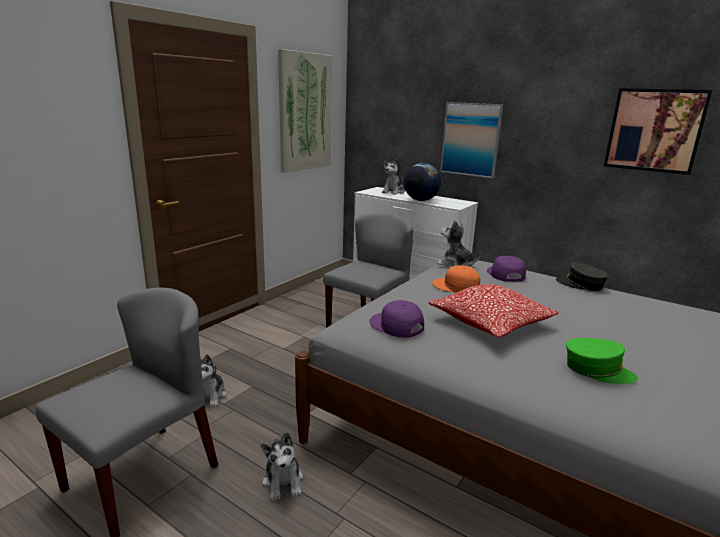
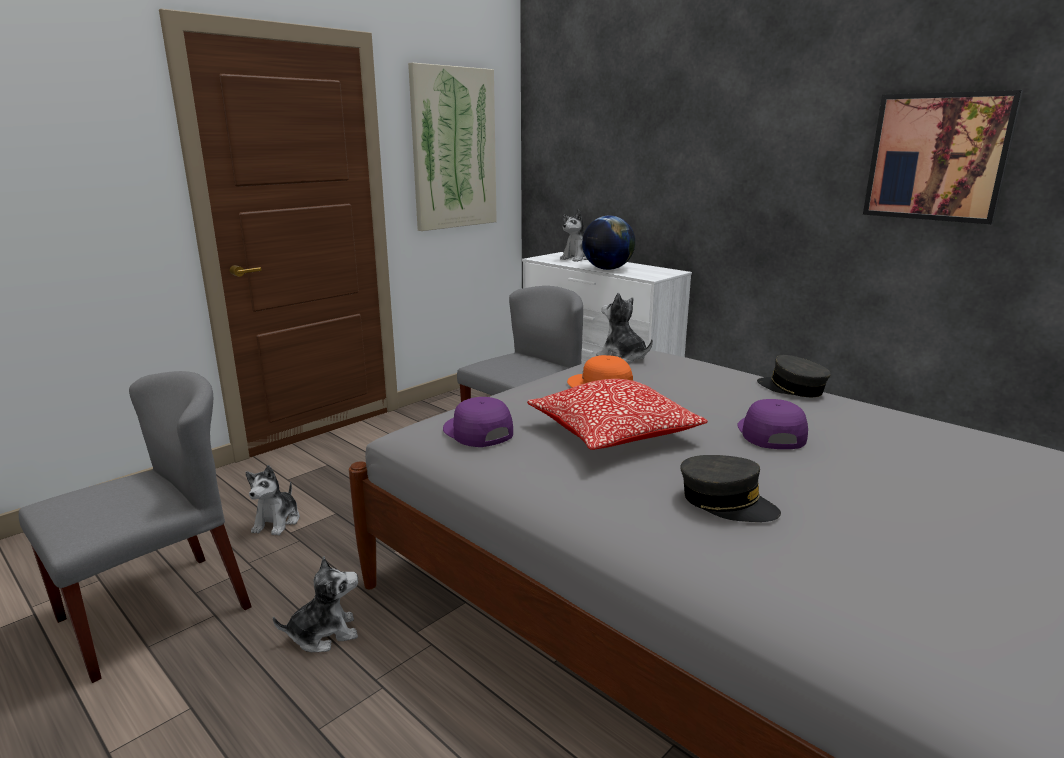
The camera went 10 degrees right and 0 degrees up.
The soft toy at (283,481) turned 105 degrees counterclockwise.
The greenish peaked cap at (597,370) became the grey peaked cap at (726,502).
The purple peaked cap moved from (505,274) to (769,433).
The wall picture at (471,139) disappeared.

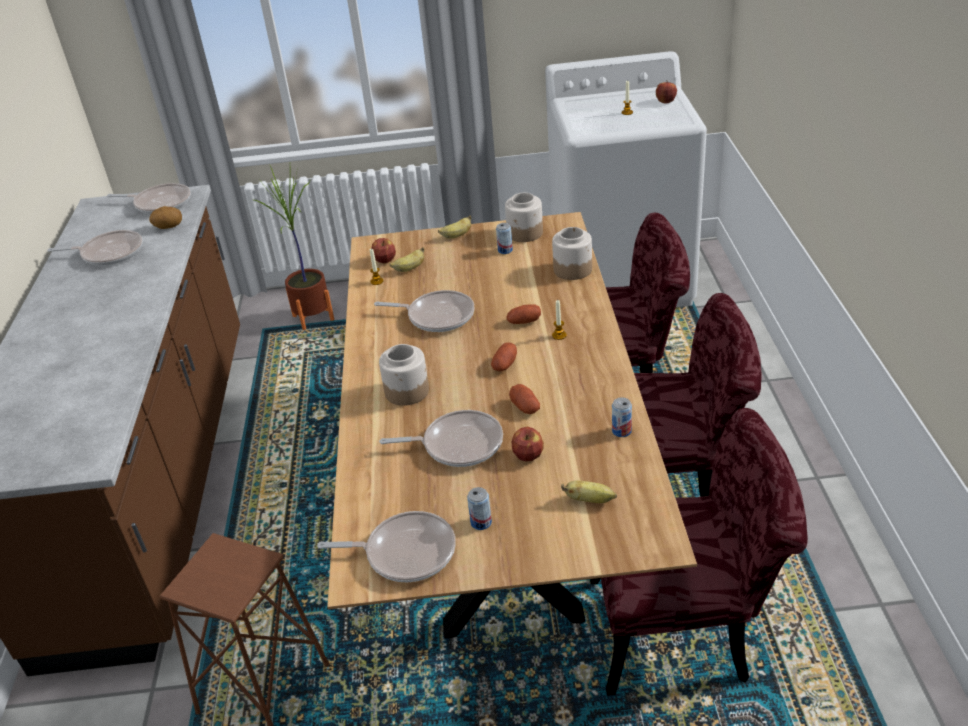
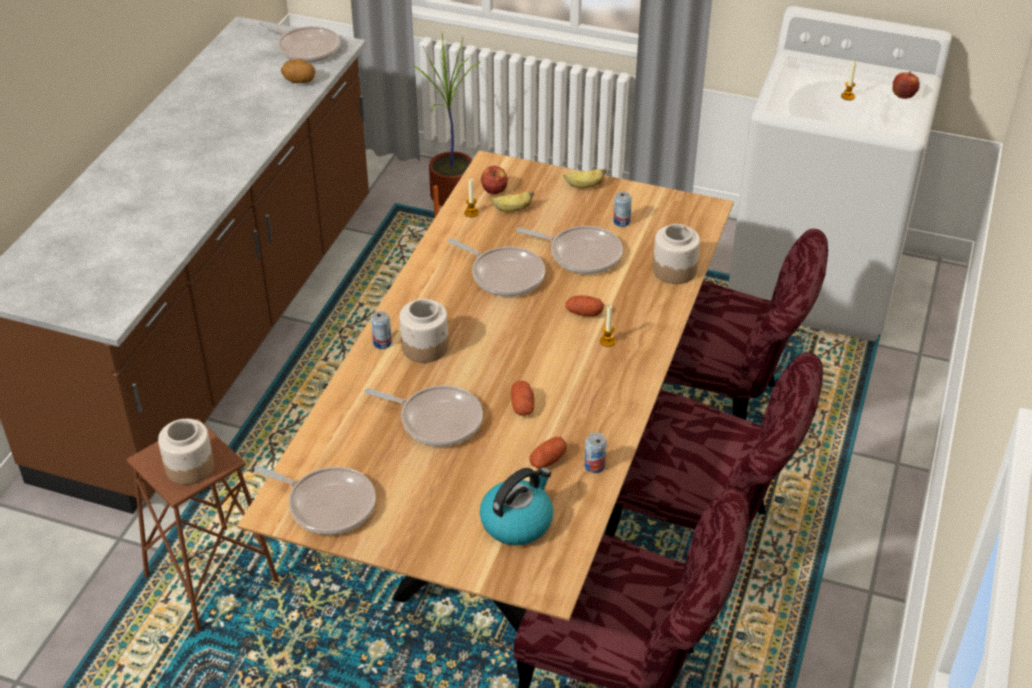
The camera went 20 degrees right and 5 degrees up.
The jar moved from (525,233) to (189,468).
The sealed can moved from (481,522) to (382,343).
The whole banana at (590,500) was replaced by the kettle at (517,521).
The skillet moved from (109,253) to (581,254).
The spud moved from (505,365) to (547,460).
The apple at (528,455) disappeared.

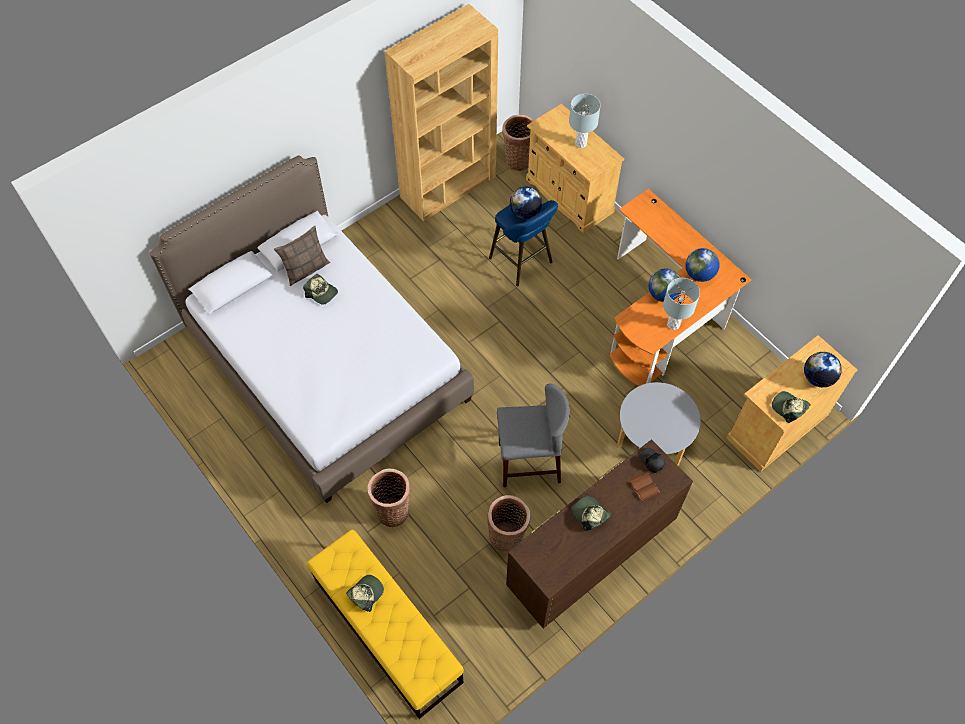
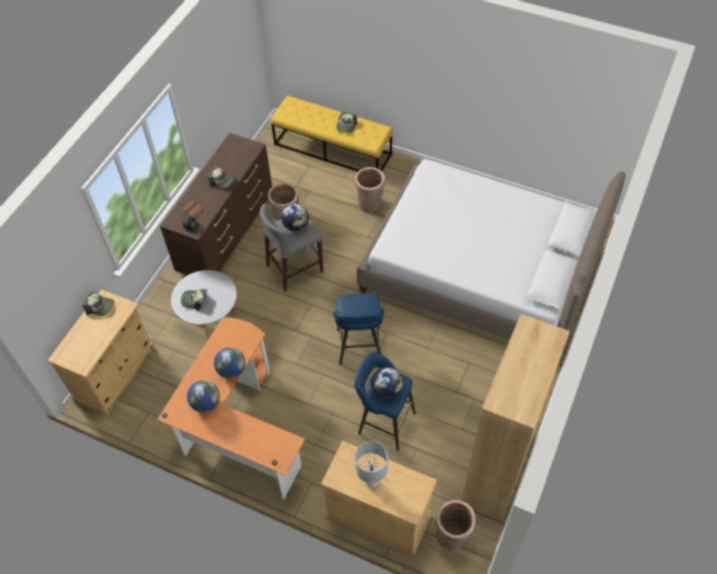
The camera went 155 degrees right and 5 degrees down.
The peaked cap moved from (321,292) to (195,300).
The globe moved from (817,378) to (296,226).
The blue-coloured sitting stool at (359,348) appeared.
The pillow at (306,269) disappeared.
The grey tabletop lamp at (673,324) disappeared.

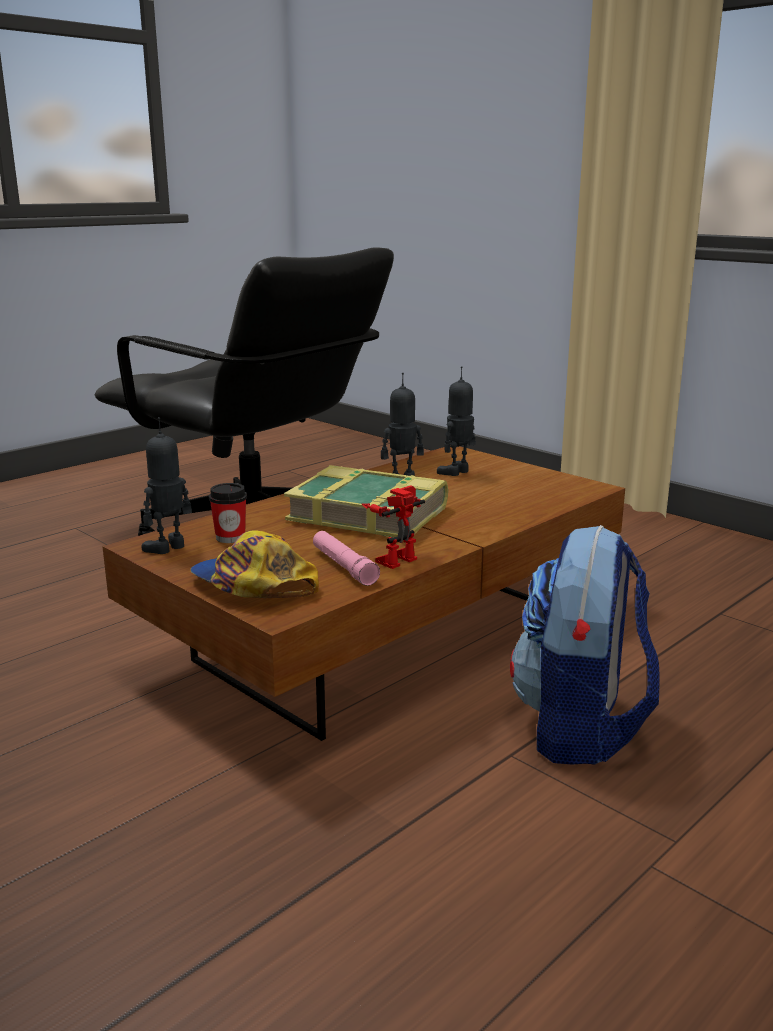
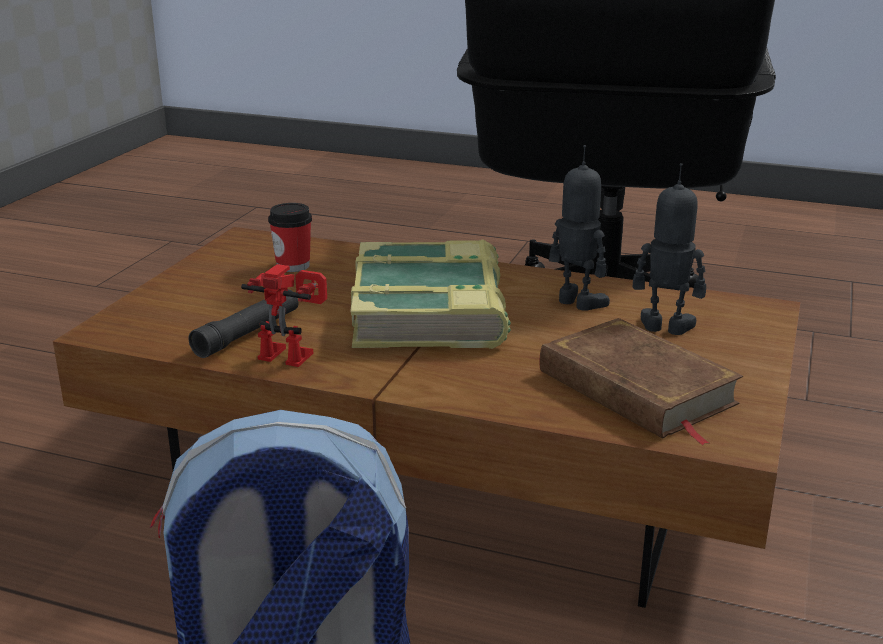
The camera went 65 degrees right and 5 degrees up.
The pink torch at (344,566) became the black torch at (248,333).
The brown bound book at (636,388) appeared.
The robot figure at (169,548) disappeared.
The peaked cap at (252,585) disappeared.

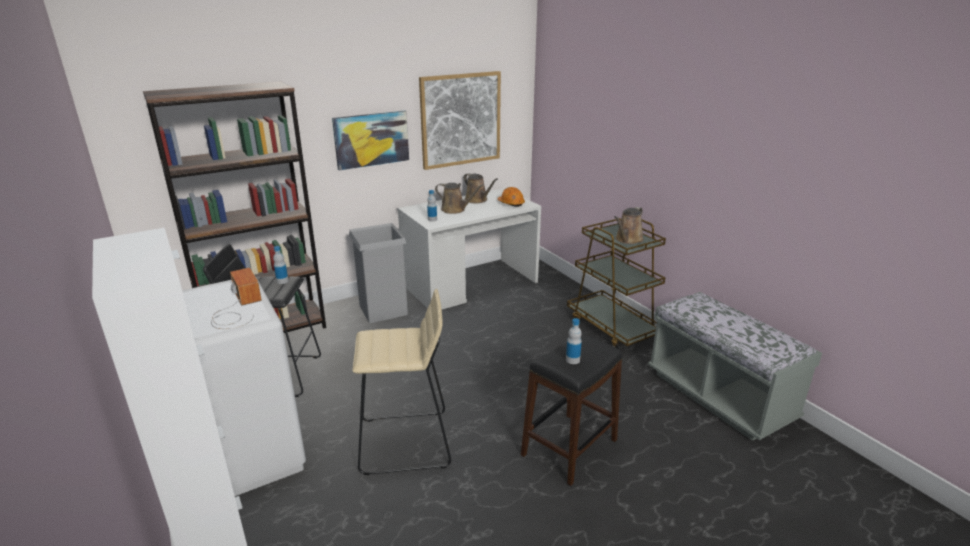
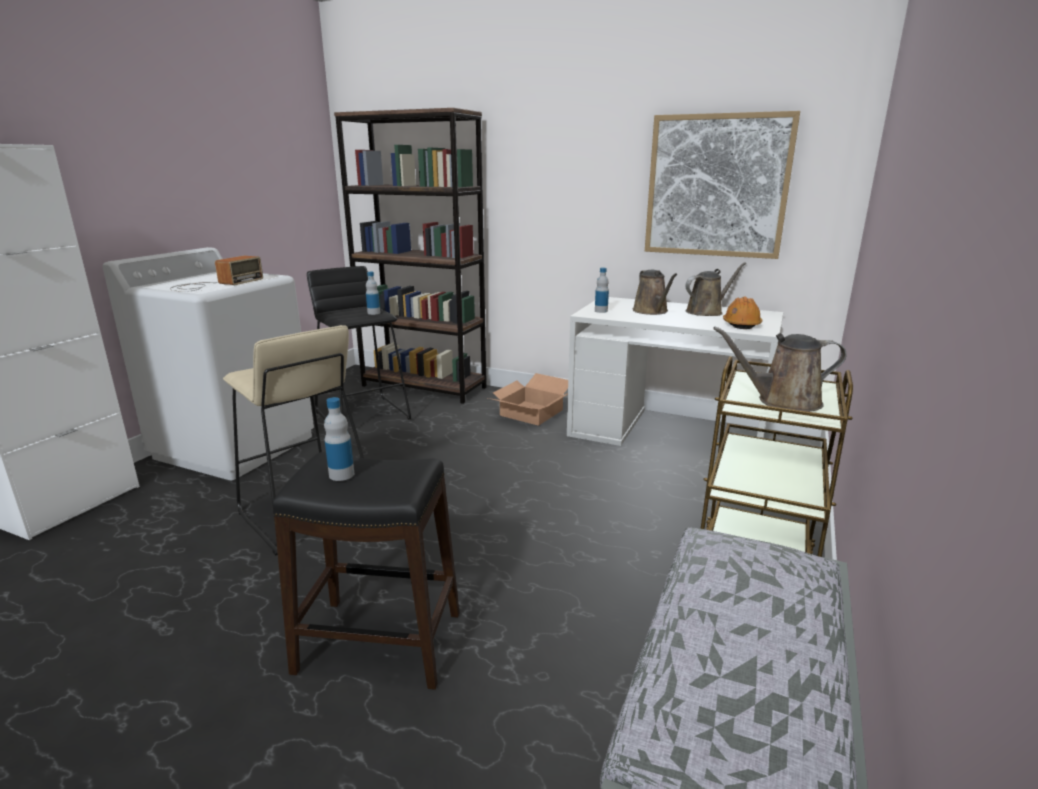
The camera went 55 degrees right and 5 degrees down.
The grey waste bin at (383,310) was replaced by the cardboard box at (532,413).
The brown watering can at (477,200) turned 135 degrees counterclockwise.
The wall picture at (371,139) disappeared.

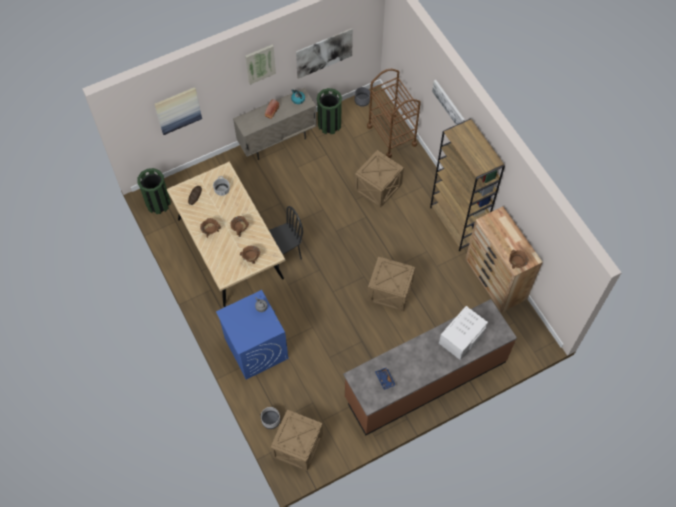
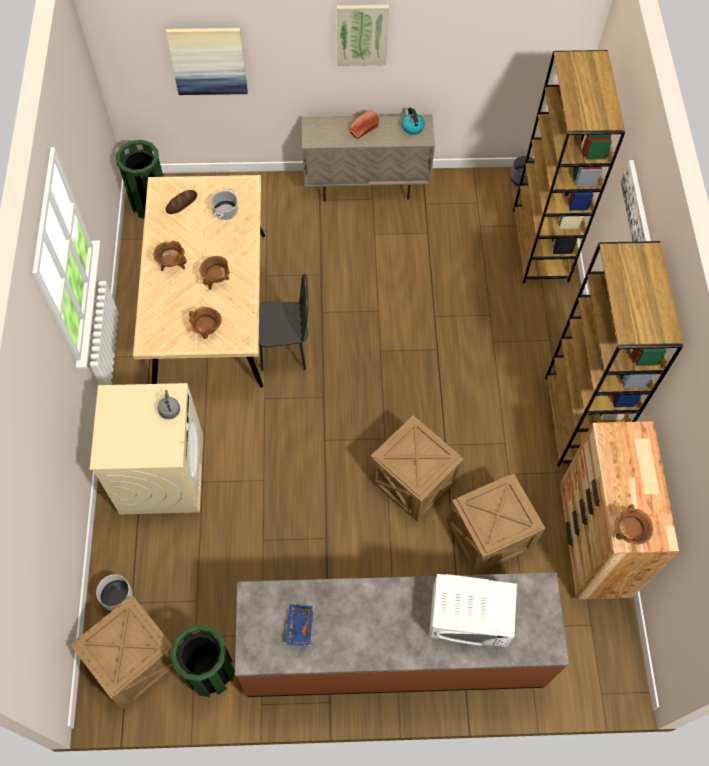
The camera went 25 degrees right and 0 degrees up.
The blue-coloured laundry appliance at (256,348) became the beige laundry appliance at (162,473).
The greenish waste bin moved from (329,124) to (210,671).
The white-coloured kitchen microwave at (461,337) turned 150 degrees counterclockwise.
The crate moved from (378,187) to (491,534).
The brown trolley at (391,135) was replaced by the brown bookshelf at (541,246).
The wall picture at (324,53) disappeared.

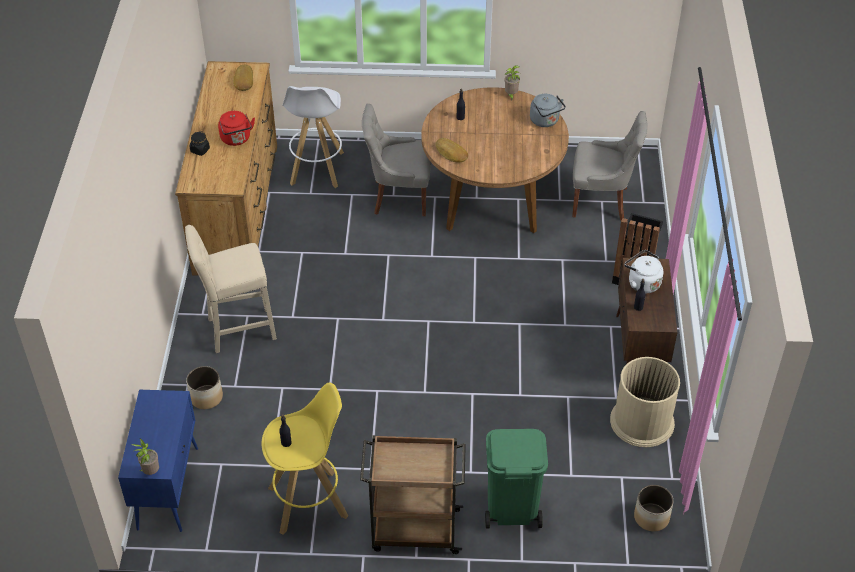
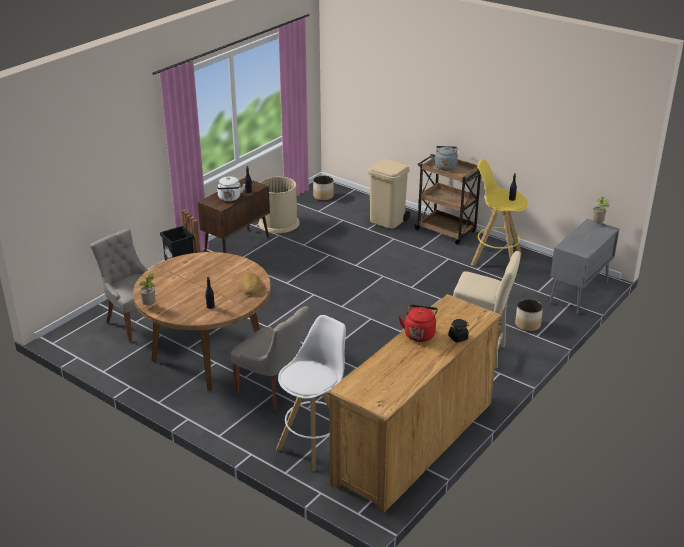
The camera went 145 degrees left and 15 degrees down.
The greenish waste bin at (511,508) became the beige waste bin at (387,221).
The grey kettle moved from (545,121) to (445,166).
The blue-coloured storage cabinet at (168,487) became the grey storage cabinet at (578,293).
The bread at (243,80) disappeared.

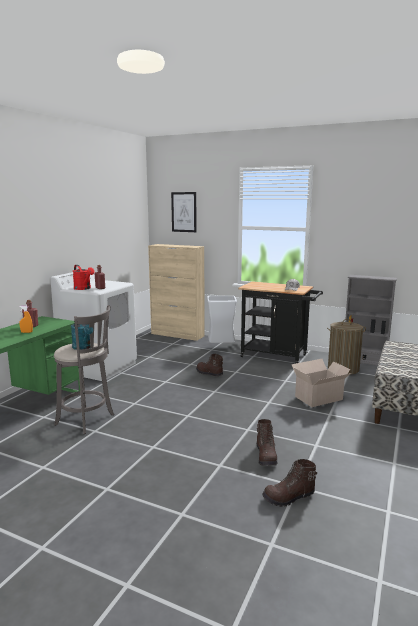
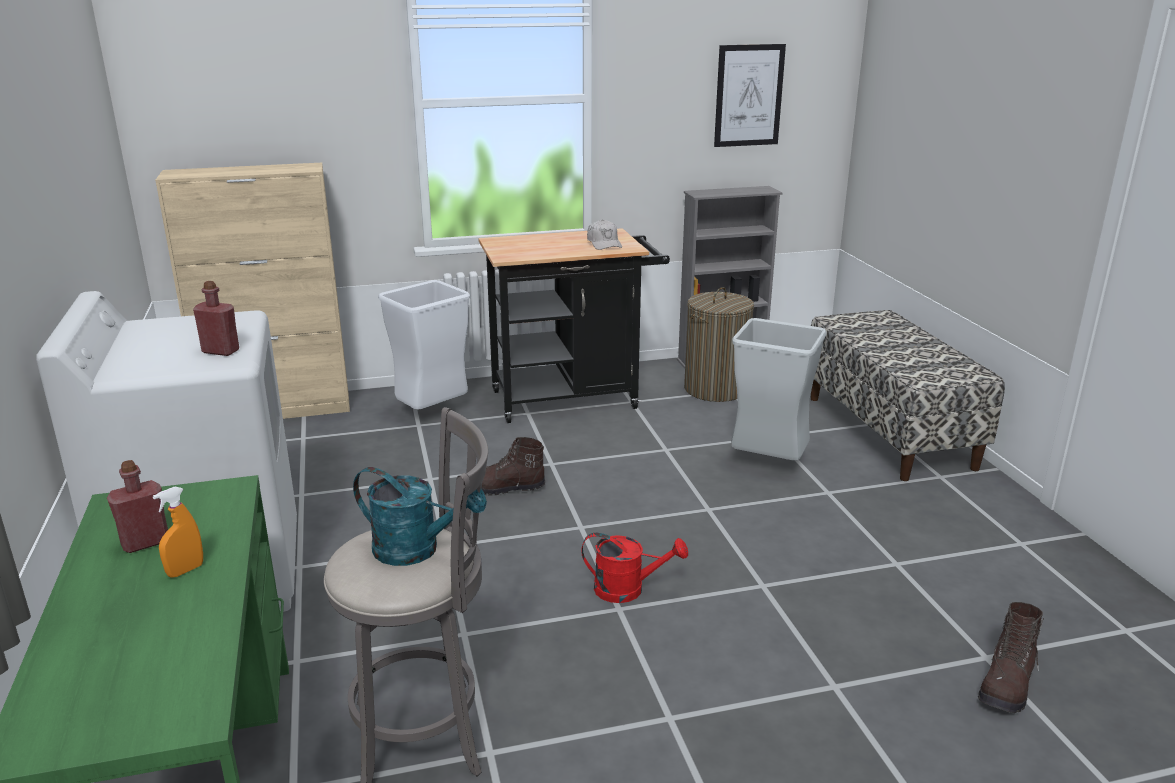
The camera went 40 degrees left and 10 degrees up.
The red-coloured watering can moved from (84,288) to (628,589).
The wall picture moved from (184,212) to (749,95).
The cardboard box at (320,398) was replaced by the grey waste bin at (769,465).
The brown tall boot at (266,456) disappeared.

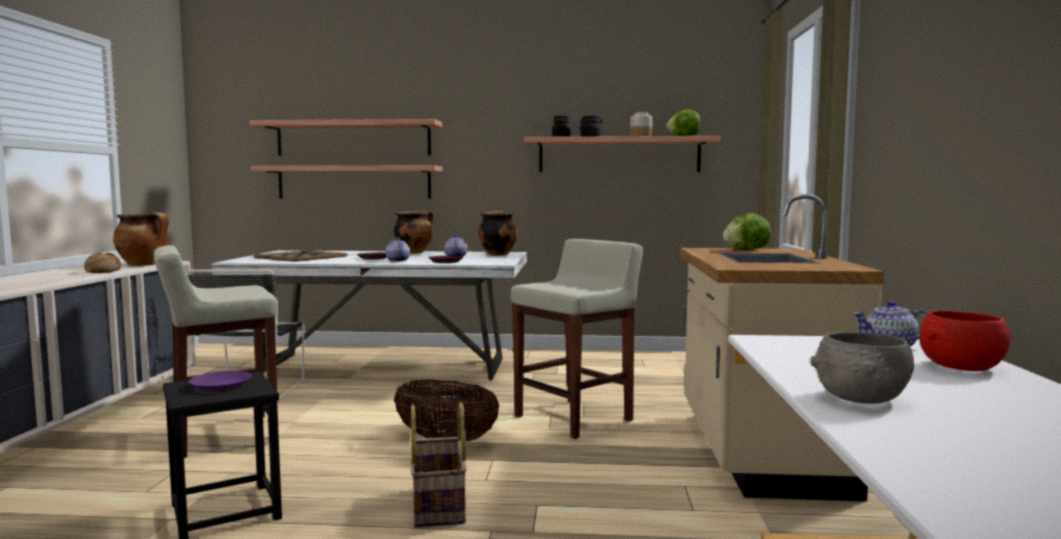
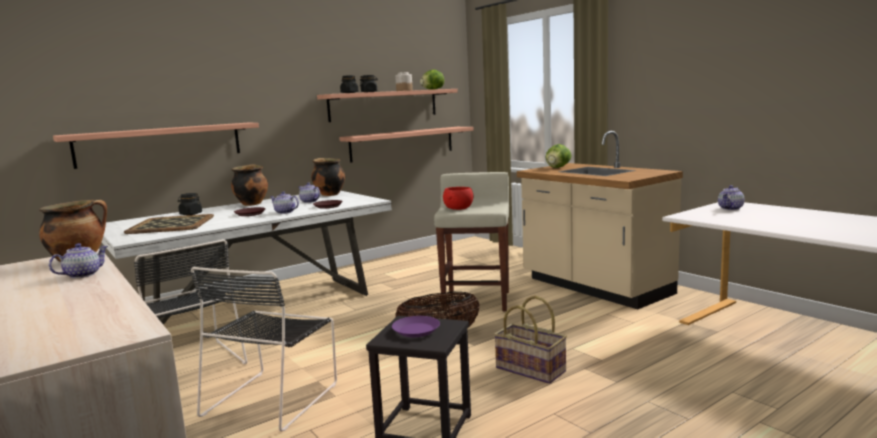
The camera went 40 degrees left and 5 degrees up.
The bread at (102,271) was replaced by the teapot at (83,275).
The black jar at (191,214) appeared.
The beige sitting stool at (222,436) was replaced by the black chair at (273,397).
The bracket shelf moved from (353,139) to (402,143).
The red-coloured deep dish moved from (961,367) to (458,208).
The grey deep dish at (861,398) disappeared.

